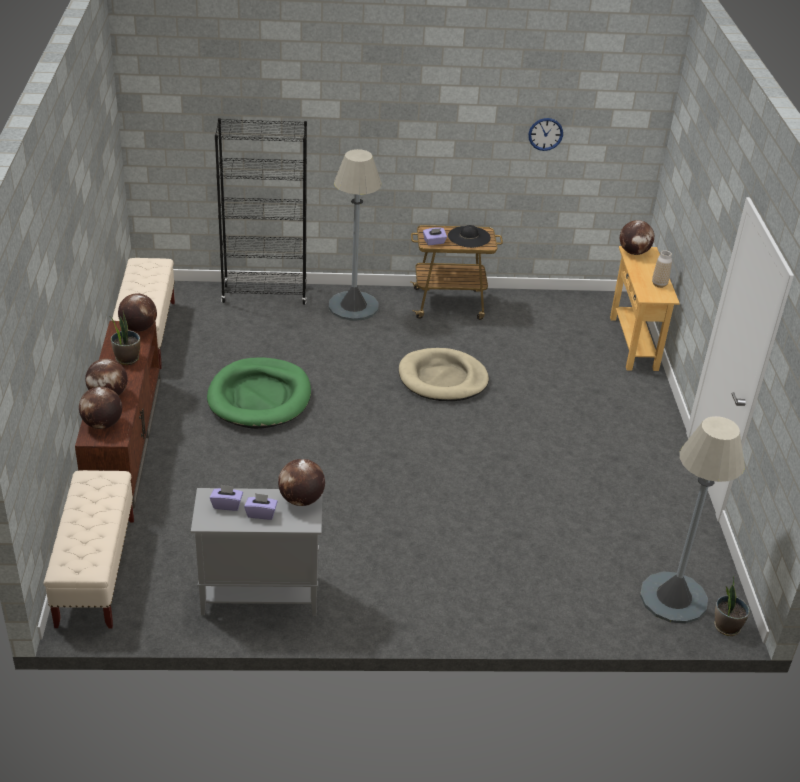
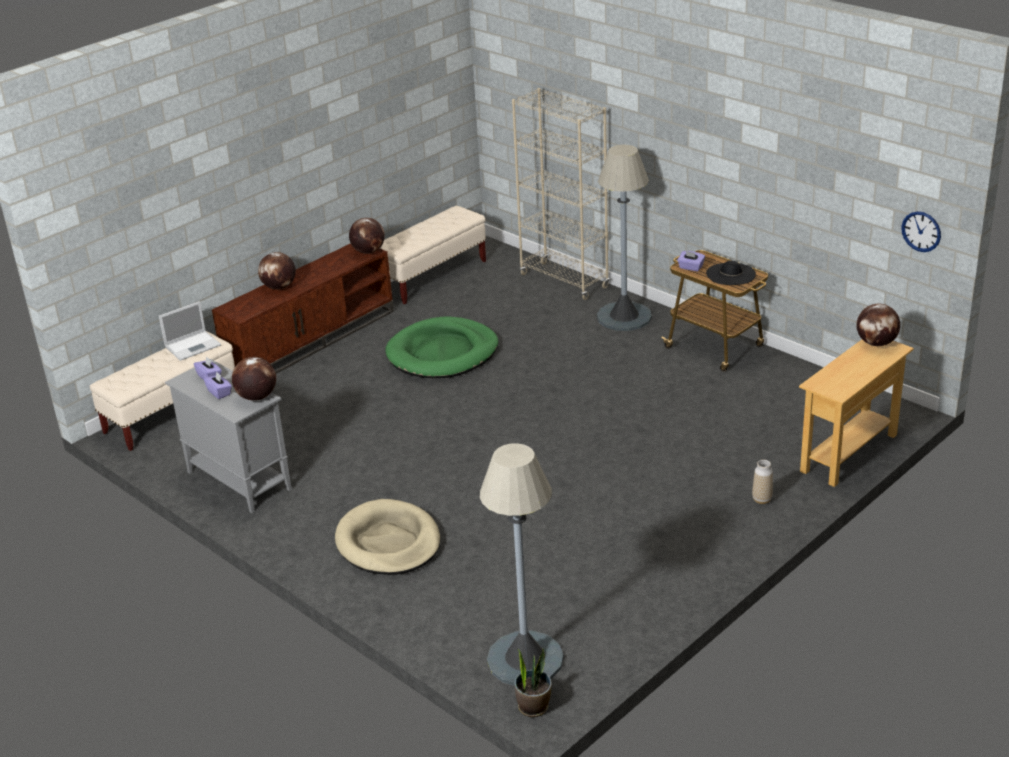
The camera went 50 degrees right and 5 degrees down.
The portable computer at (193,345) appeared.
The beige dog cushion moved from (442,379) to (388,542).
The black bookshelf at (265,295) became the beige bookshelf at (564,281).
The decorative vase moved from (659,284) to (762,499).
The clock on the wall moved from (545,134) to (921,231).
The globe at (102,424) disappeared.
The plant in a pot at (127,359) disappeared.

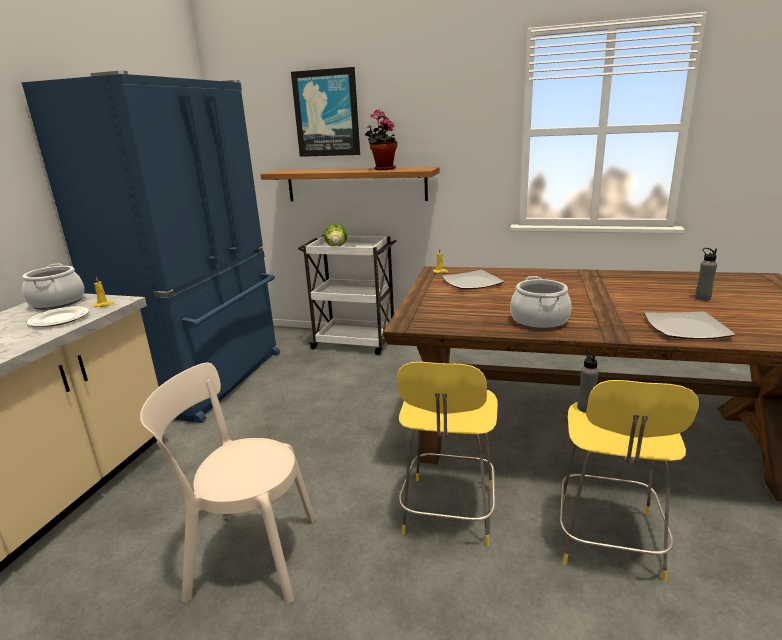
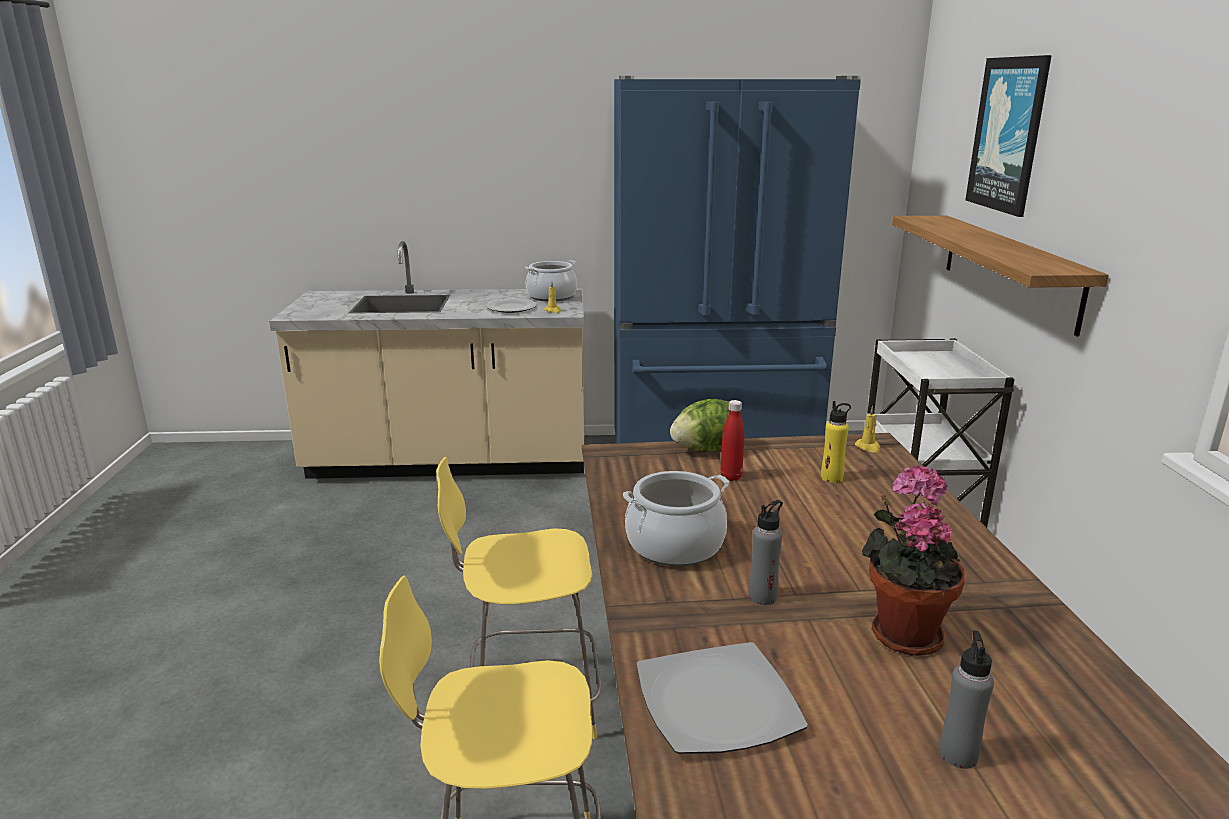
The camera went 70 degrees right and 0 degrees up.
The head of lettuce moved from (336,247) to (705,449).
The red-coloured bottle at (731,477) appeared.
The grey bottle moved from (585,408) to (762,597).
The plate at (472,282) was replaced by the yellowish bottle at (831,478).
The plant in a pot moved from (383,169) to (902,632).
The beige chair at (247,555) disappeared.

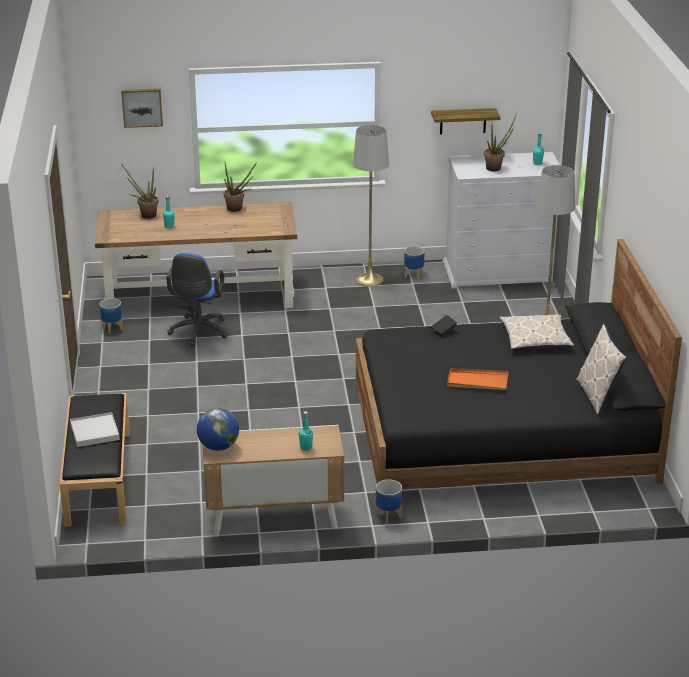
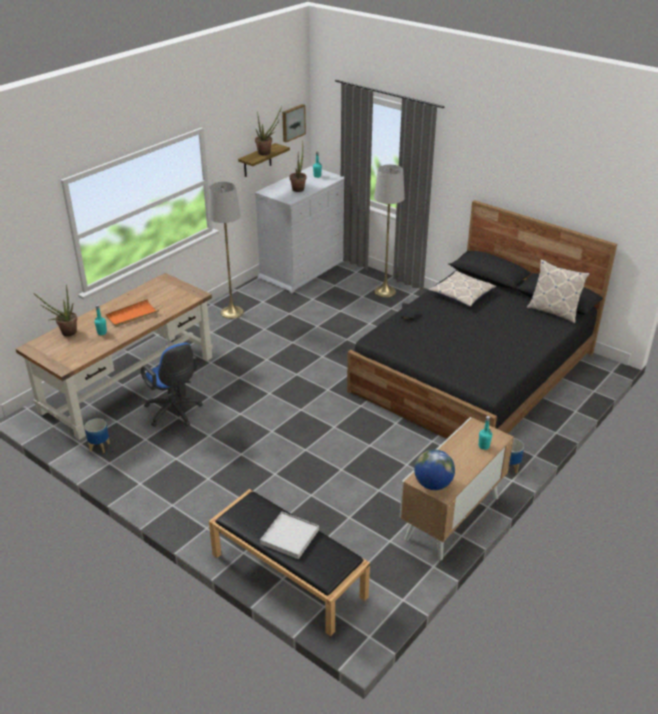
The camera went 45 degrees left and 5 degrees up.
The orangey serving tray moved from (477,381) to (132,315).
The plant in a pot moved from (237,209) to (266,152).
The wall picture moved from (142,107) to (292,122).
The planter at (413,275) disappeared.

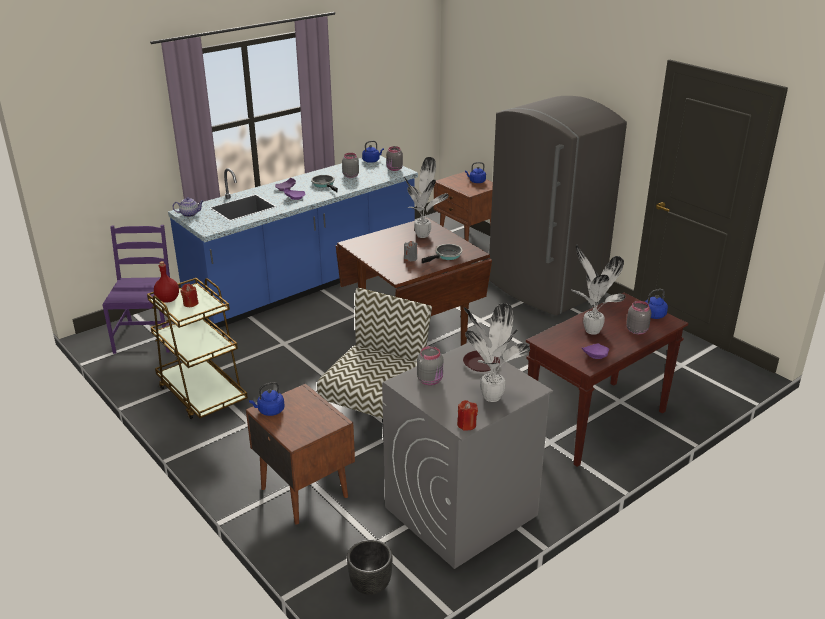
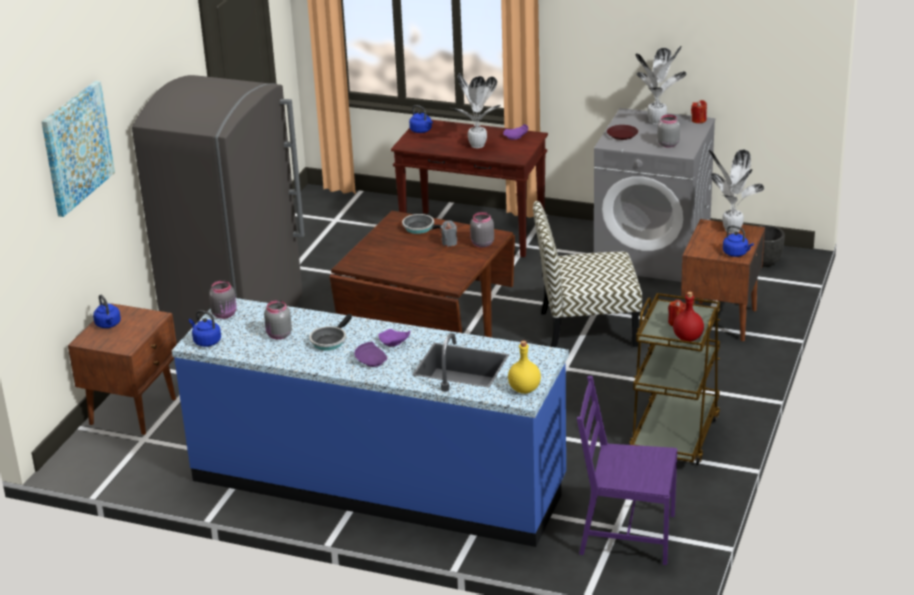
The camera went 120 degrees left and 0 degrees up.
The wall picture at (76,147) appeared.
The grey jar moved from (637,330) to (481,244).
The teapot at (190,214) was replaced by the yellowish bottle at (524,389).
The purple chair at (147,336) turned 45 degrees clockwise.
The plant in a pot moved from (423,235) to (730,230).

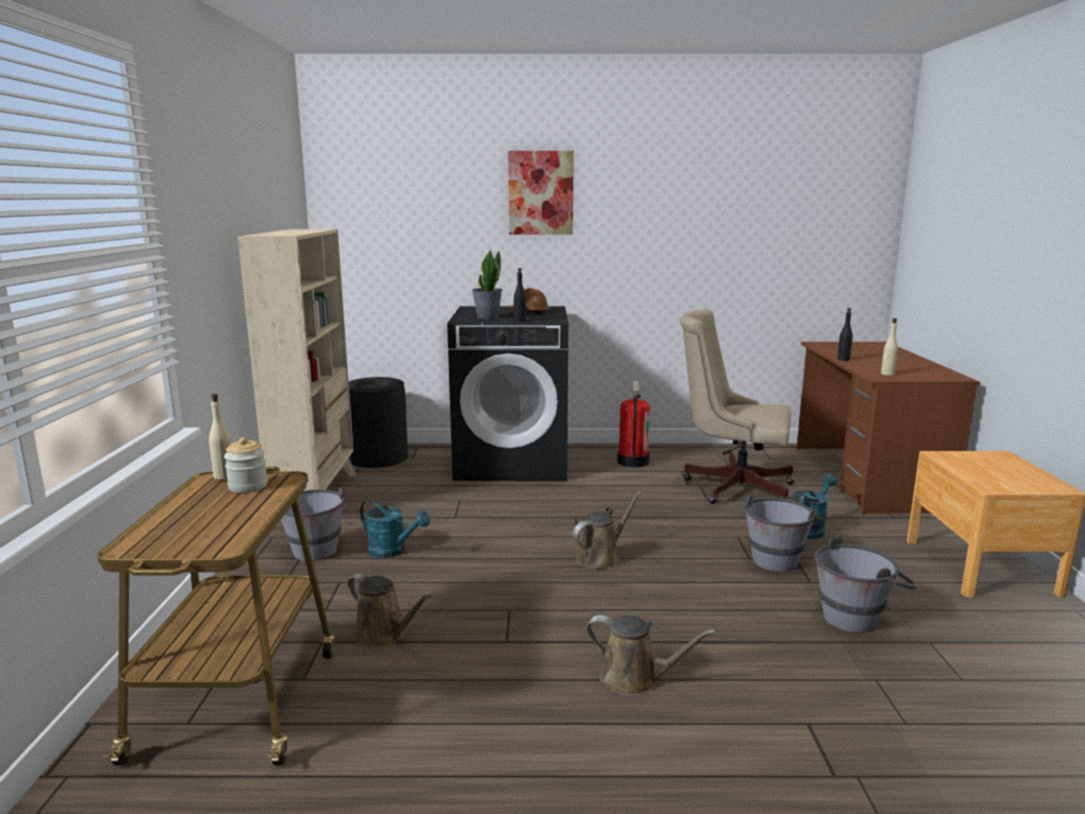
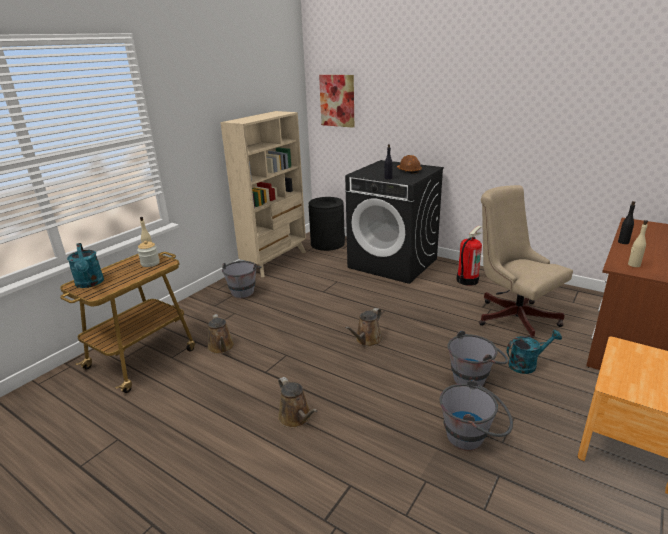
The camera went 35 degrees right and 10 degrees up.
The turquoise-coloured watering can moved from (393,551) to (90,284).
The wall picture moved from (540,193) to (337,100).
The brown watering can at (601,557) turned 135 degrees clockwise.
The plant in a pot at (487,317) disappeared.

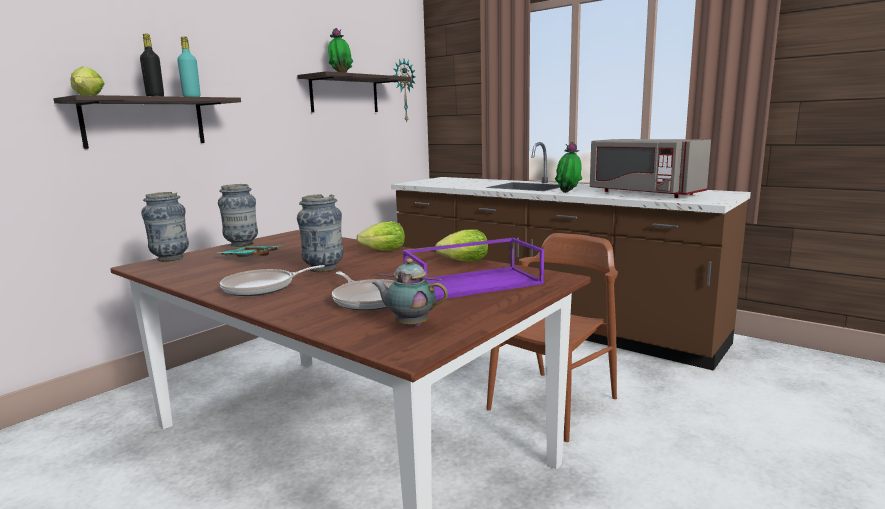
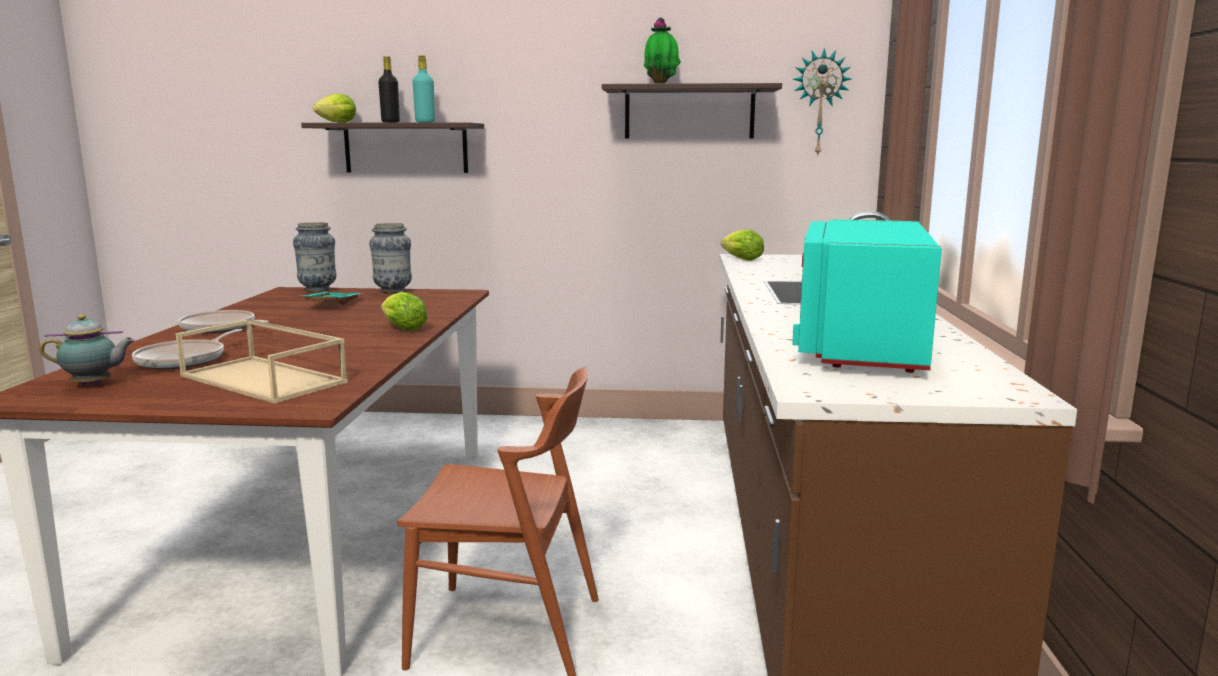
The camera went 55 degrees right and 0 degrees up.
The teapot at (409,325) turned 90 degrees clockwise.
The purple serving tray at (473,283) became the beige serving tray at (265,379).
The head of lettuce moved from (461,262) to (739,259).
The grey kitchen microwave at (642,193) became the turquoise-coloured kitchen microwave at (859,345).
The decorative vase at (323,268) disappeared.
The plant in a pot at (568,192) disappeared.

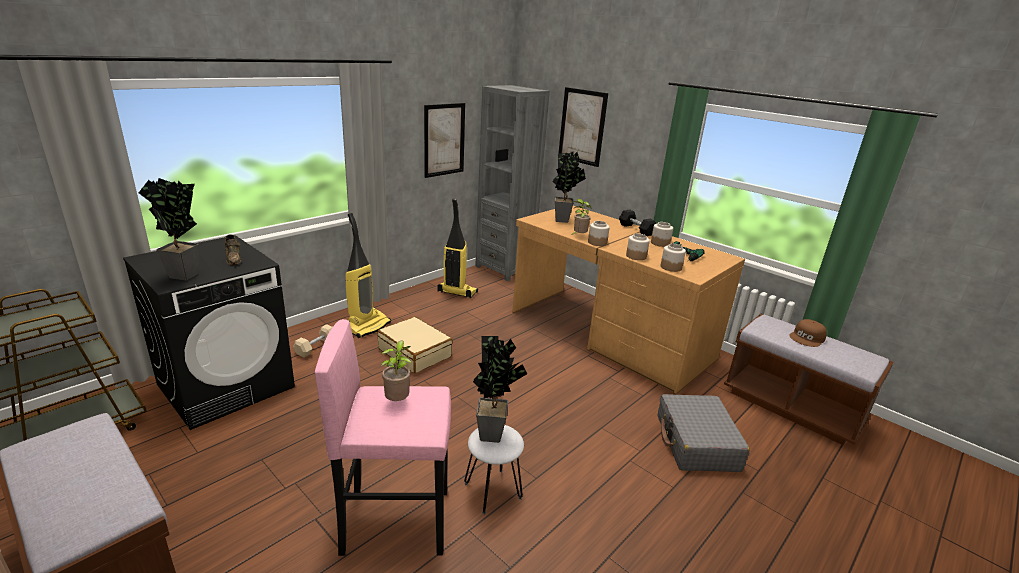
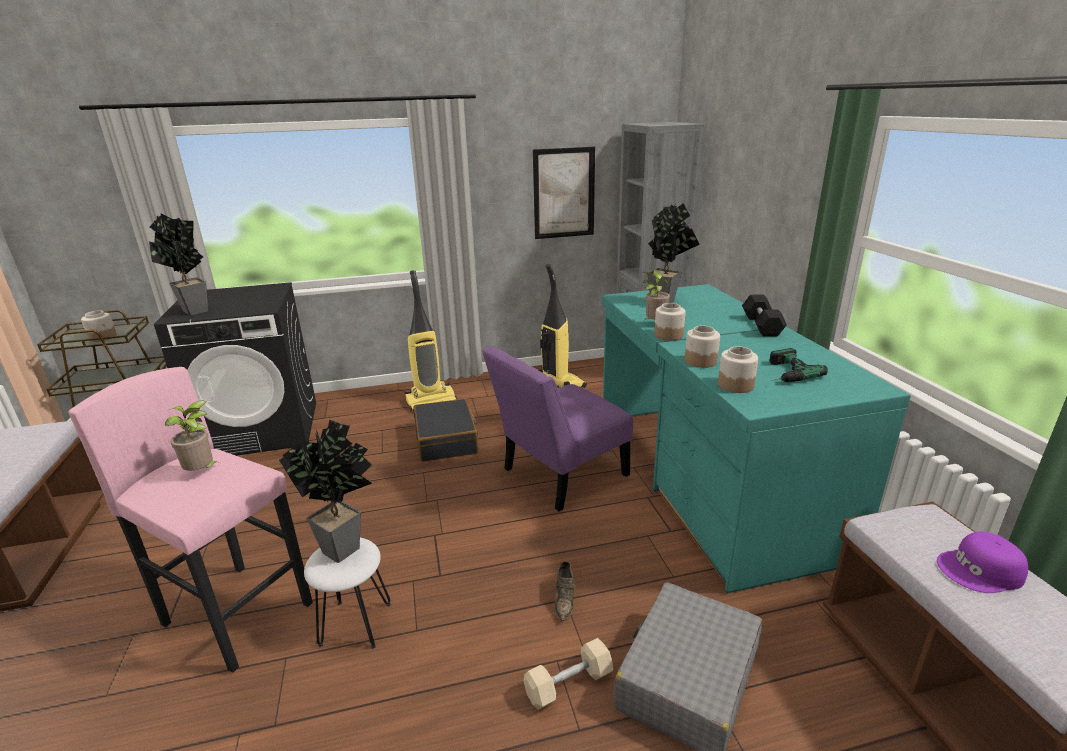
The camera went 35 degrees right and 0 degrees up.
The jar moved from (660,243) to (103,337).
The beige travel case at (415,353) became the black travel case at (446,440).
The purple chair at (559,475) appeared.
The beige dumbbell moved from (316,347) to (568,684).
The brown low shoe moved from (234,258) to (564,599).
The brown desk at (608,335) became the turquoise-coloured desk at (705,478).
The brown peaked cap at (807,338) became the purple peaked cap at (981,571).
The wall picture at (582,126) disappeared.

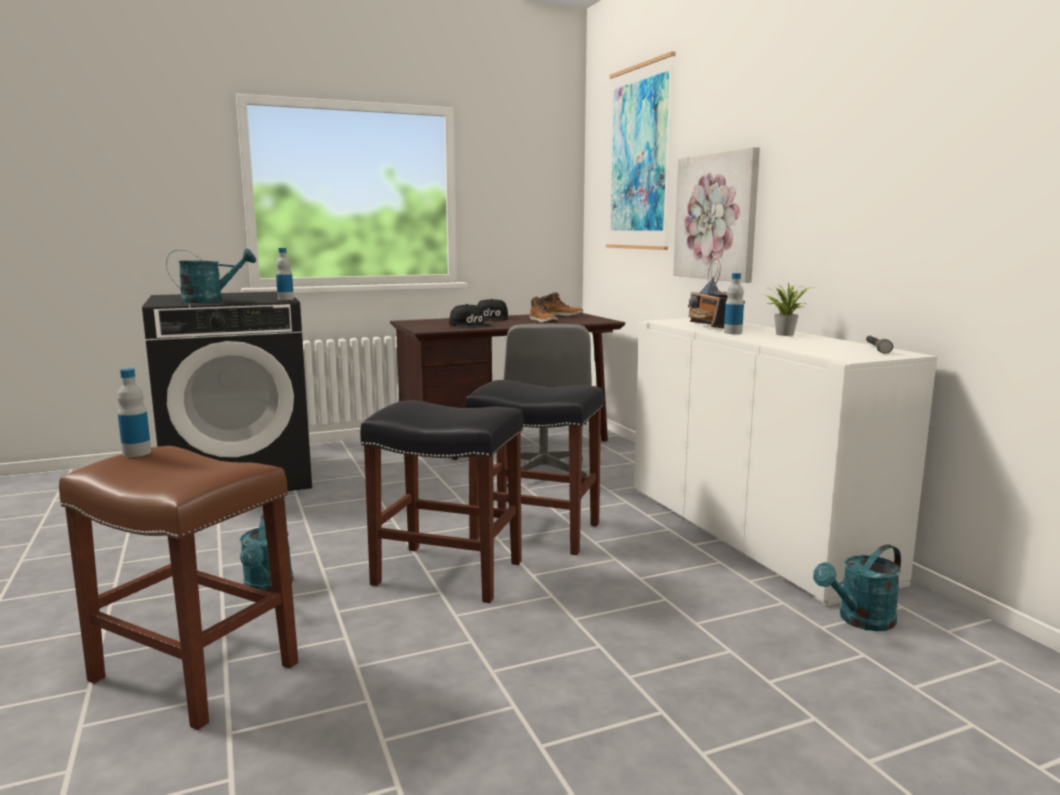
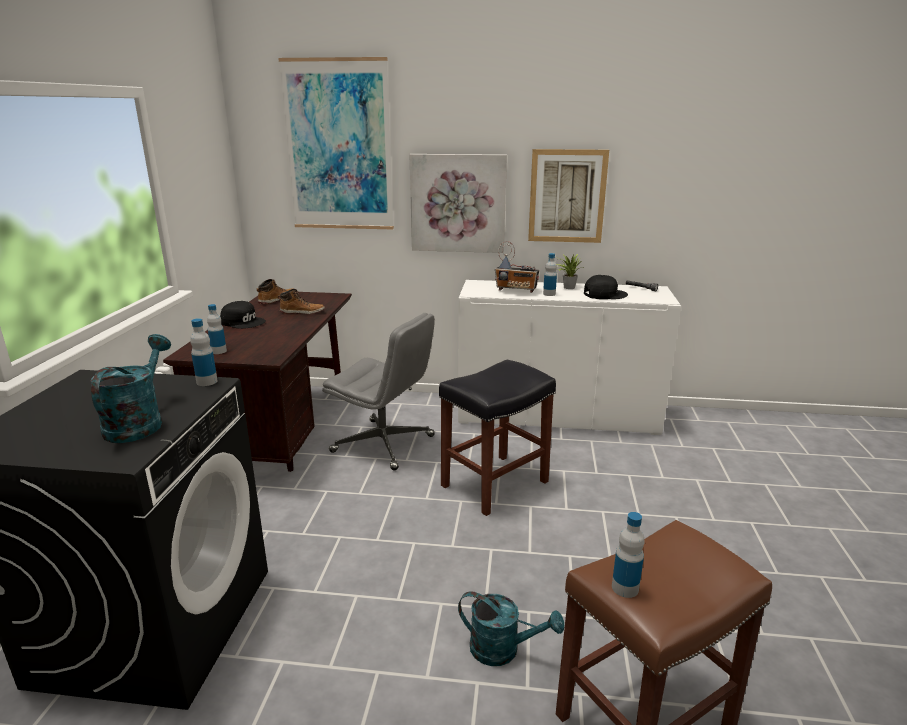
The camera went 60 degrees left and 10 degrees up.
The bottle at (219,351) appeared.
The wall picture at (567,196) appeared.
The black peaked cap moved from (470,325) to (604,294).
The black sitting stool at (450,573) disappeared.
The turquoise-coloured watering can at (860,621) disappeared.

